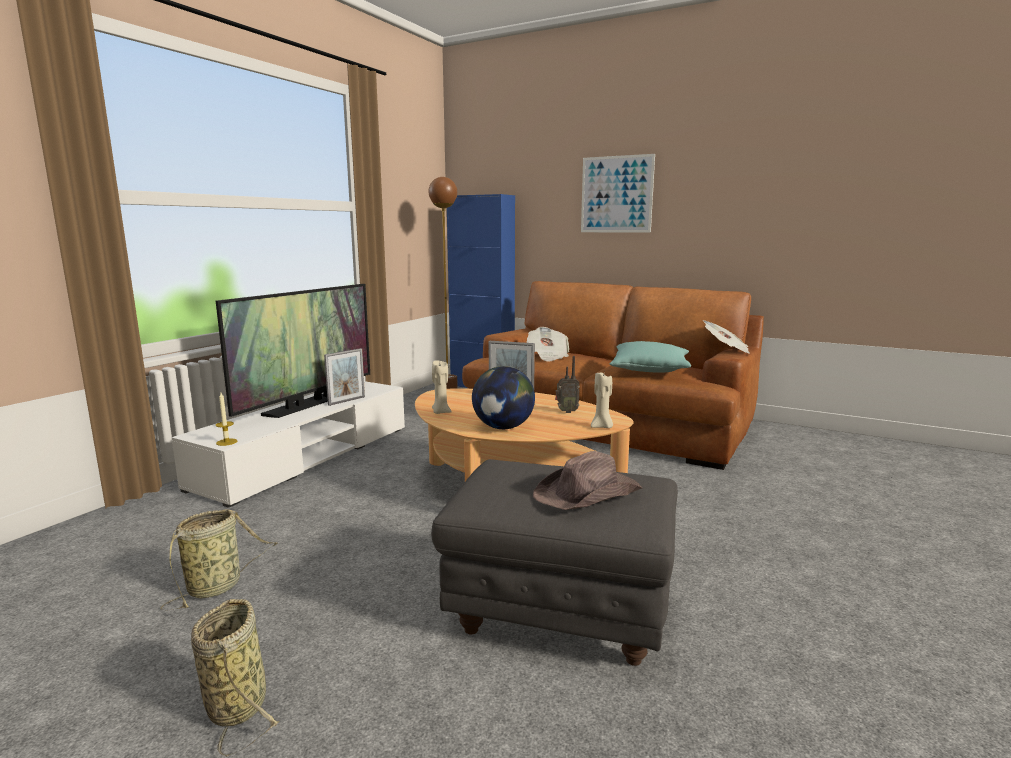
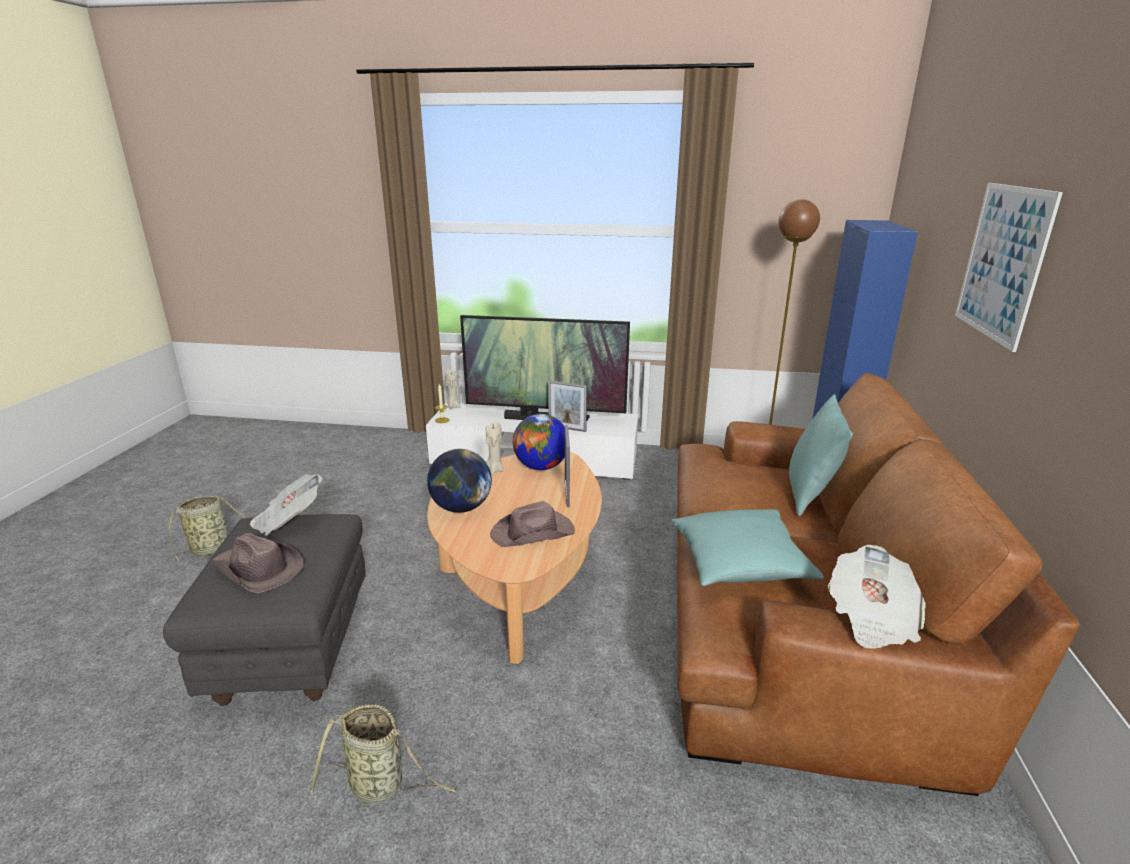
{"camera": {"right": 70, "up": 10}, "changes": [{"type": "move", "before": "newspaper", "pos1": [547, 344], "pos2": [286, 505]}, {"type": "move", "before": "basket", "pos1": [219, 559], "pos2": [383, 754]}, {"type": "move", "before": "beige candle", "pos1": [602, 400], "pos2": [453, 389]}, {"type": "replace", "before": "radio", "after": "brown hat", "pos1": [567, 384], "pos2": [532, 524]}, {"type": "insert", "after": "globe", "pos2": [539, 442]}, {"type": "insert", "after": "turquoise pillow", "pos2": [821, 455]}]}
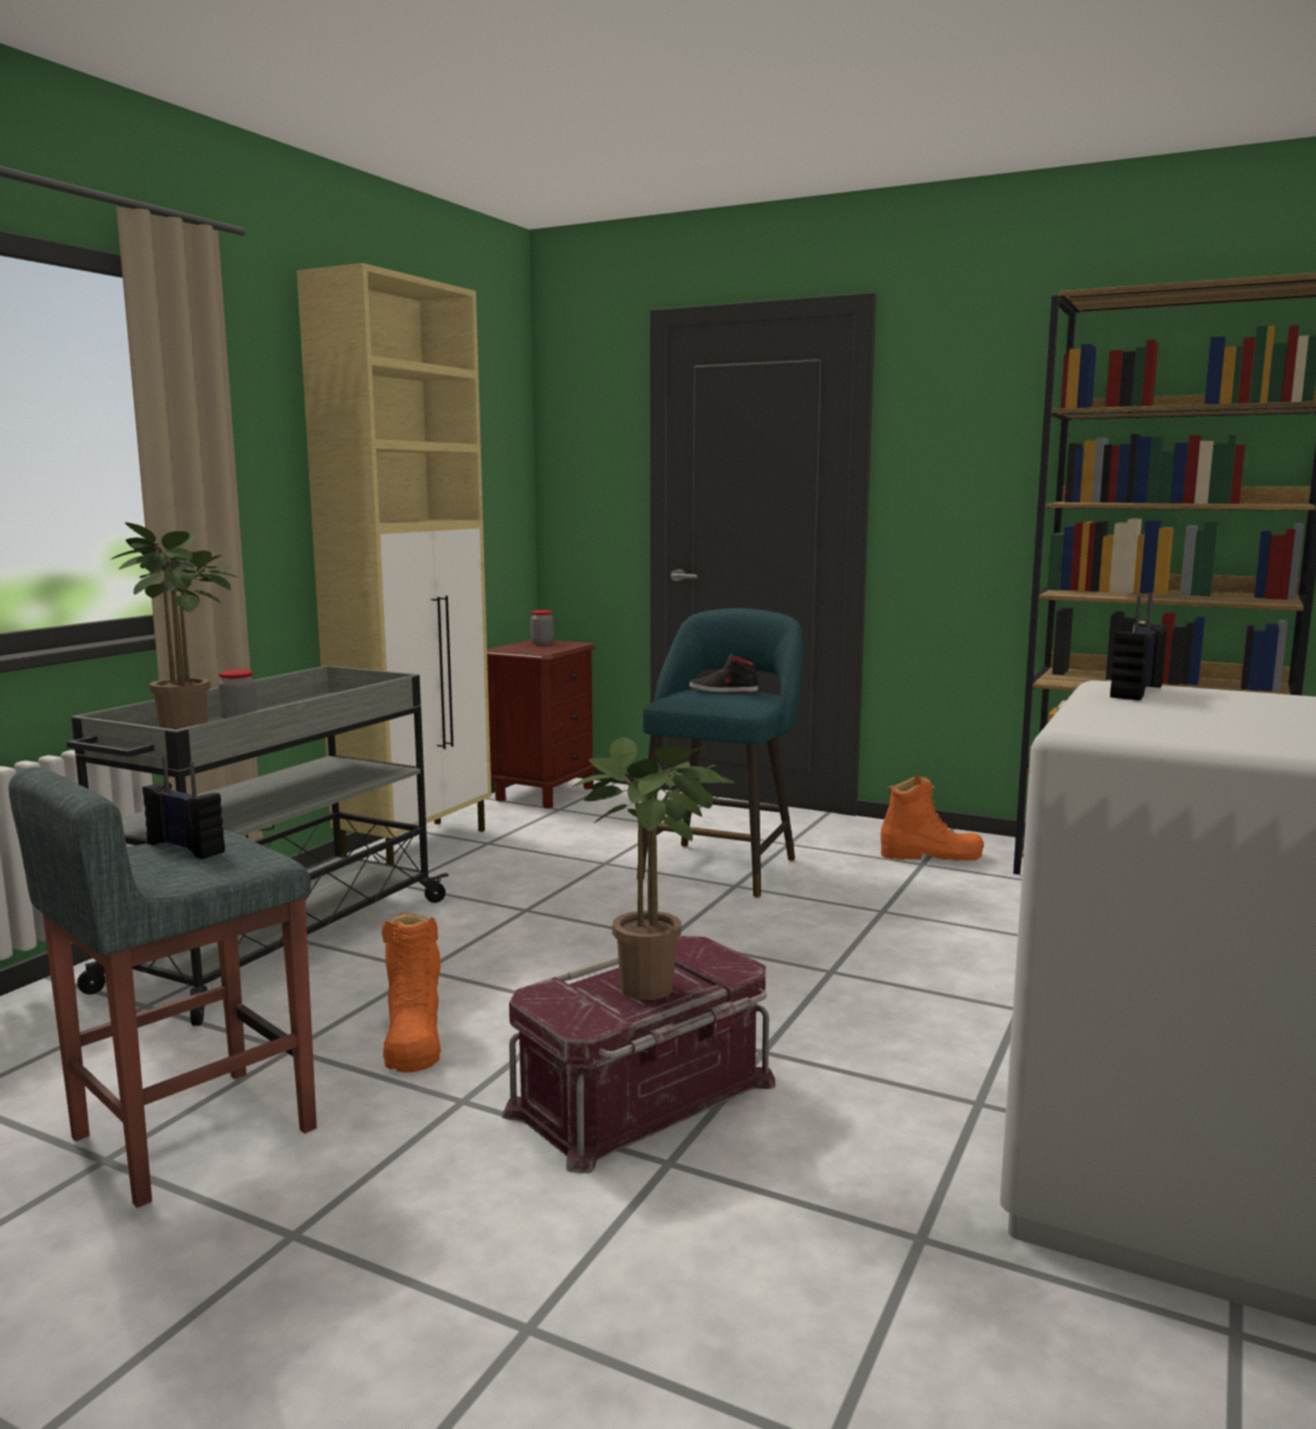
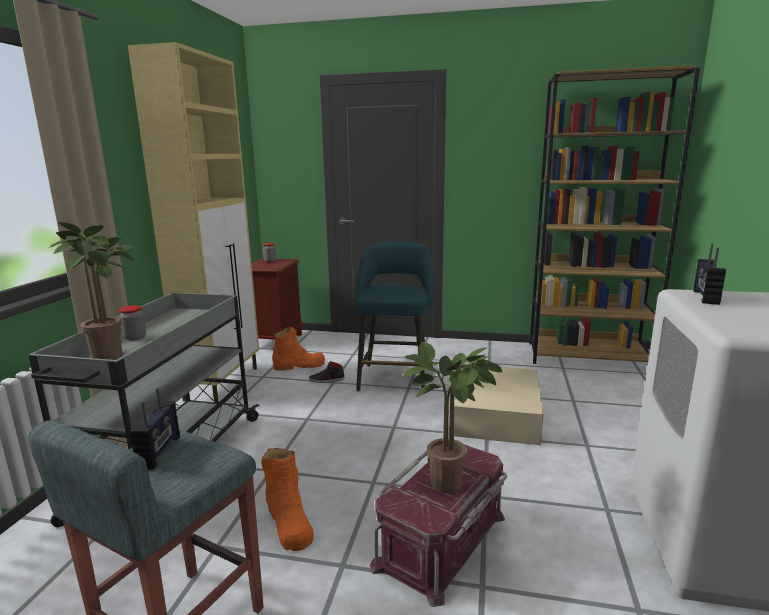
{"camera": {"right": -15, "up": 5}, "changes": [{"type": "rotate", "before": "radio", "pos1": [183, 807], "pos2": [155, 429], "turn": 75}, {"type": "move", "before": "orange boot", "pos1": [932, 818], "pos2": [298, 349]}, {"type": "move", "before": "black shoe", "pos1": [723, 673], "pos2": [326, 372]}, {"type": "insert", "after": "beige storage box", "pos2": [498, 405]}]}
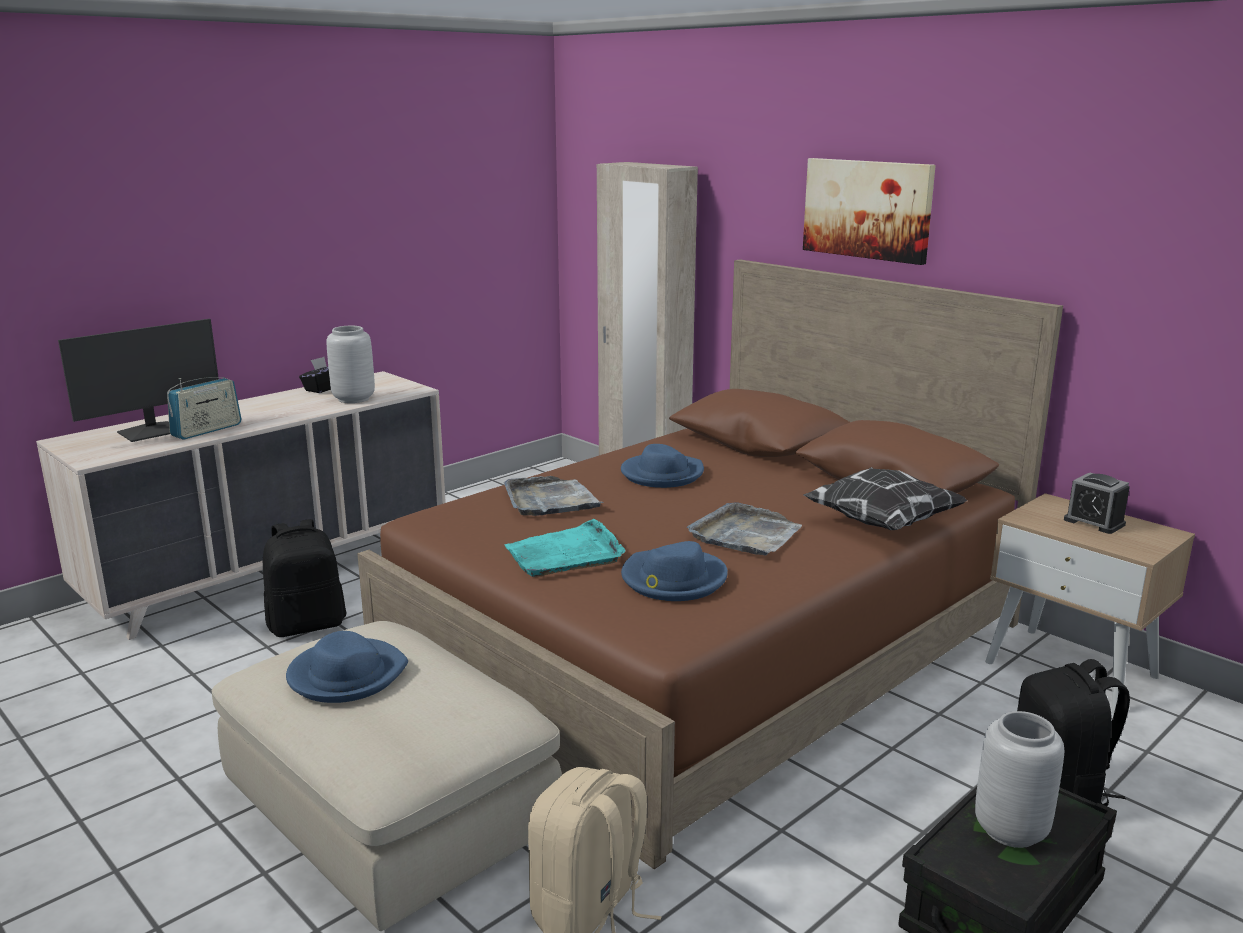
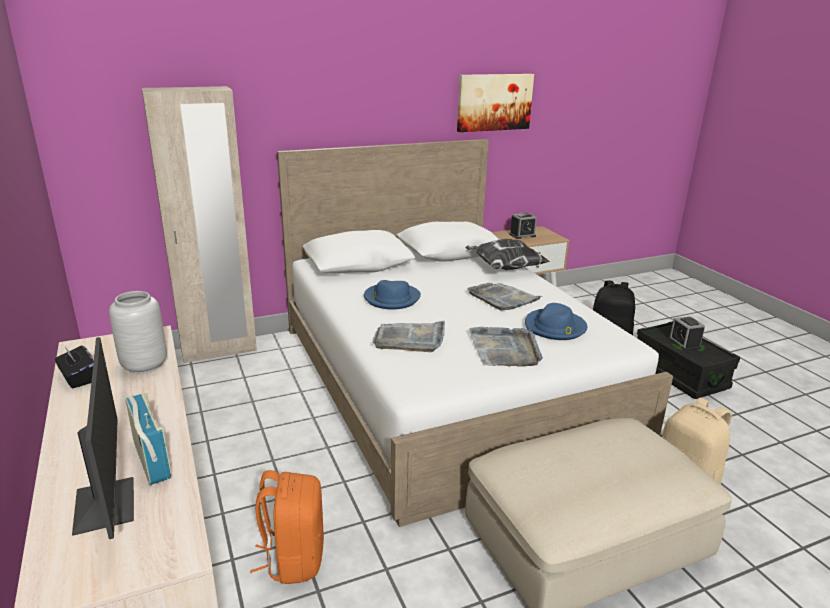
{"camera": {"right": -70, "up": 5}, "changes": [{"type": "recolor", "before": "black backpack", "after": "orange backpack", "pos1": [305, 578], "pos2": [287, 527]}, {"type": "recolor", "before": "brown bed", "after": "white bed", "pos1": [710, 564], "pos2": [475, 333]}, {"type": "move", "before": "picture", "pos1": [869, 211], "pos2": [495, 103]}, {"type": "recolor", "before": "turquoise tray", "after": "grey tray", "pos1": [565, 548], "pos2": [506, 347]}, {"type": "replace", "before": "grey vase", "after": "alarm clock", "pos1": [1019, 779], "pos2": [687, 333]}, {"type": "delete", "before": "blue hat", "pos1": [347, 667]}]}
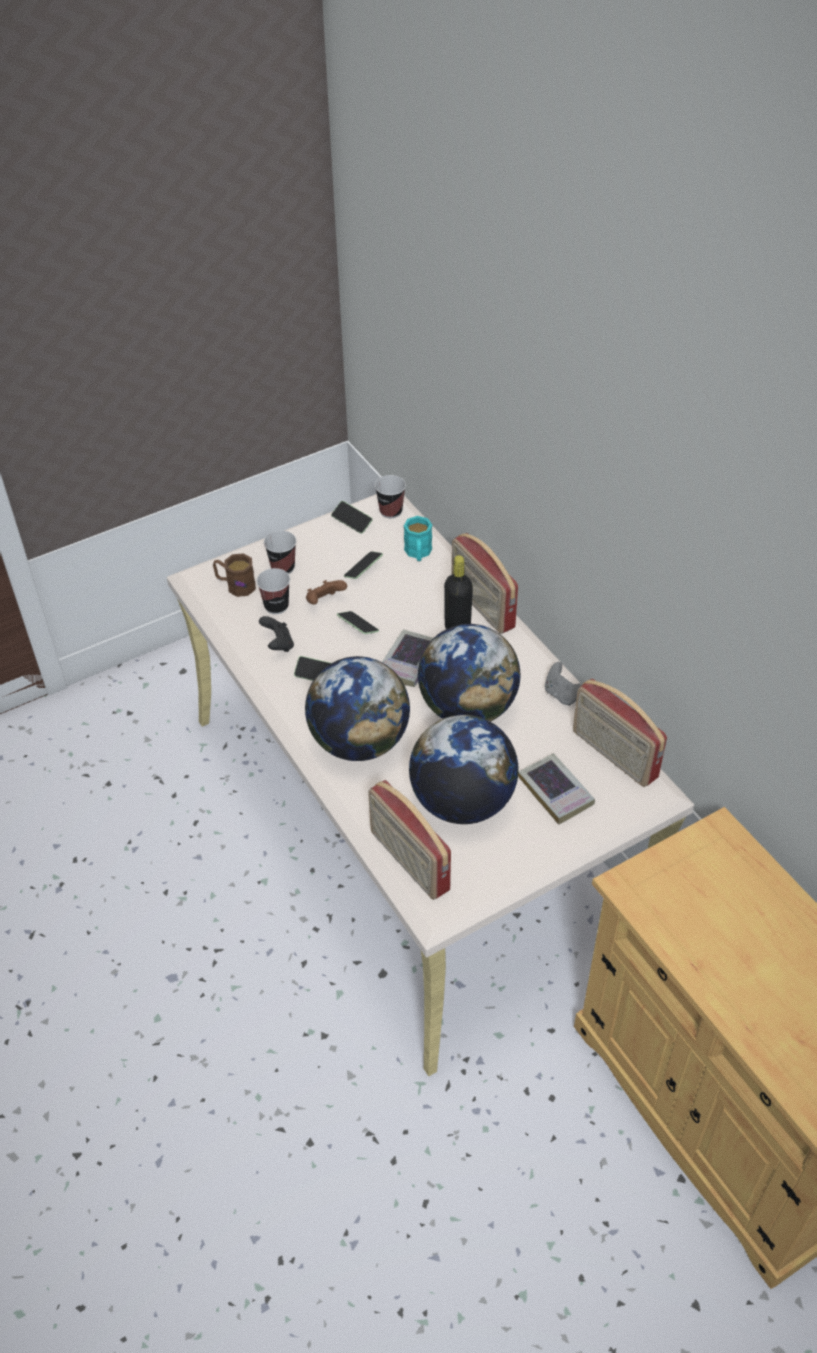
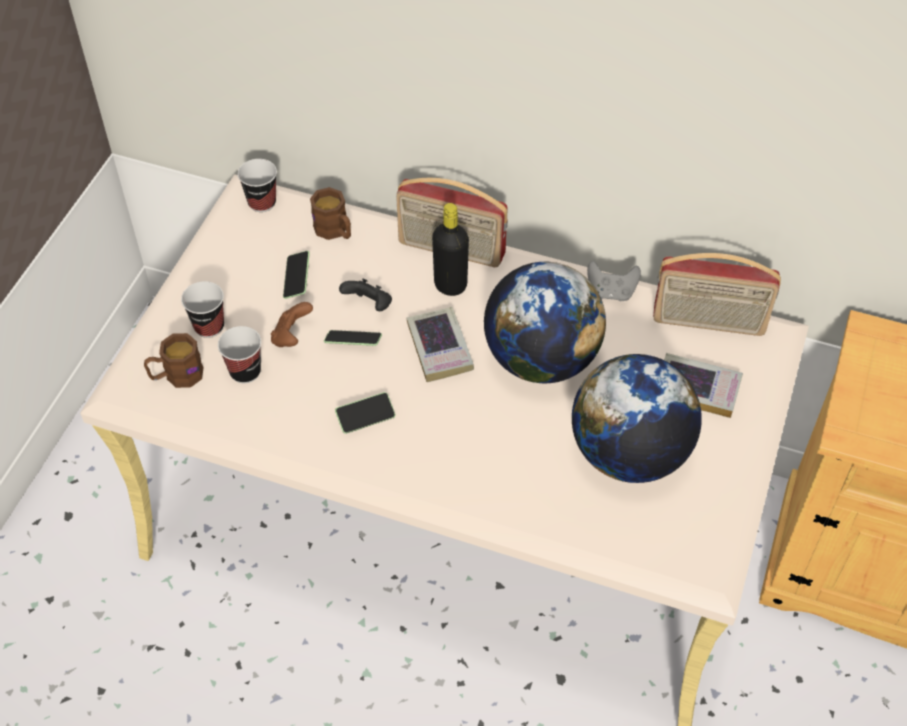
{"camera": {"right": -40, "up": 5}, "changes": [{"type": "recolor", "before": "turquoise mug", "after": "brown mug", "pos1": [418, 538], "pos2": [330, 213]}, {"type": "move", "before": "black game controller", "pos1": [276, 634], "pos2": [365, 295]}, {"type": "delete", "before": "globe", "pos1": [357, 708]}, {"type": "delete", "before": "phone", "pos1": [352, 517]}, {"type": "delete", "before": "radio", "pos1": [409, 840]}]}
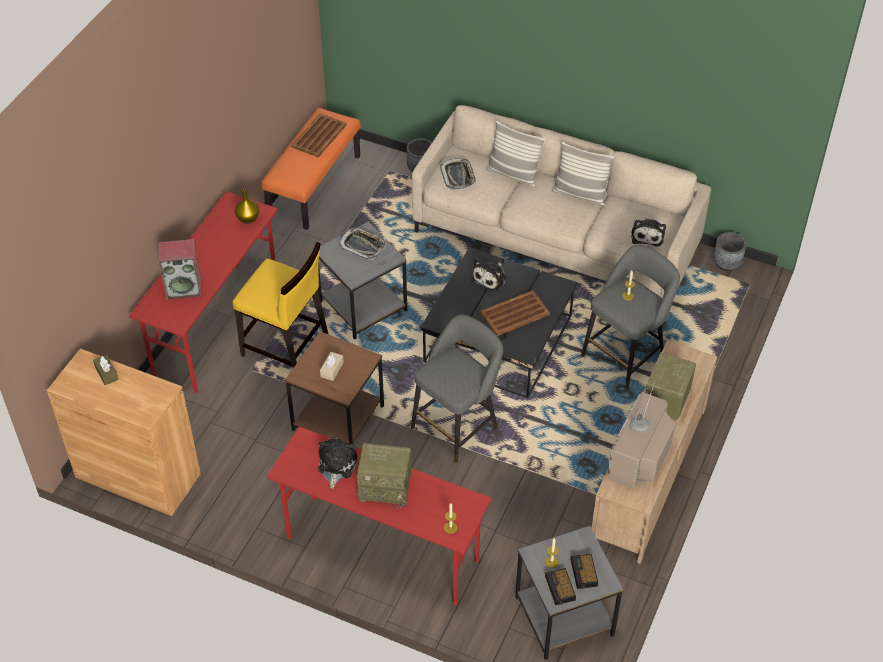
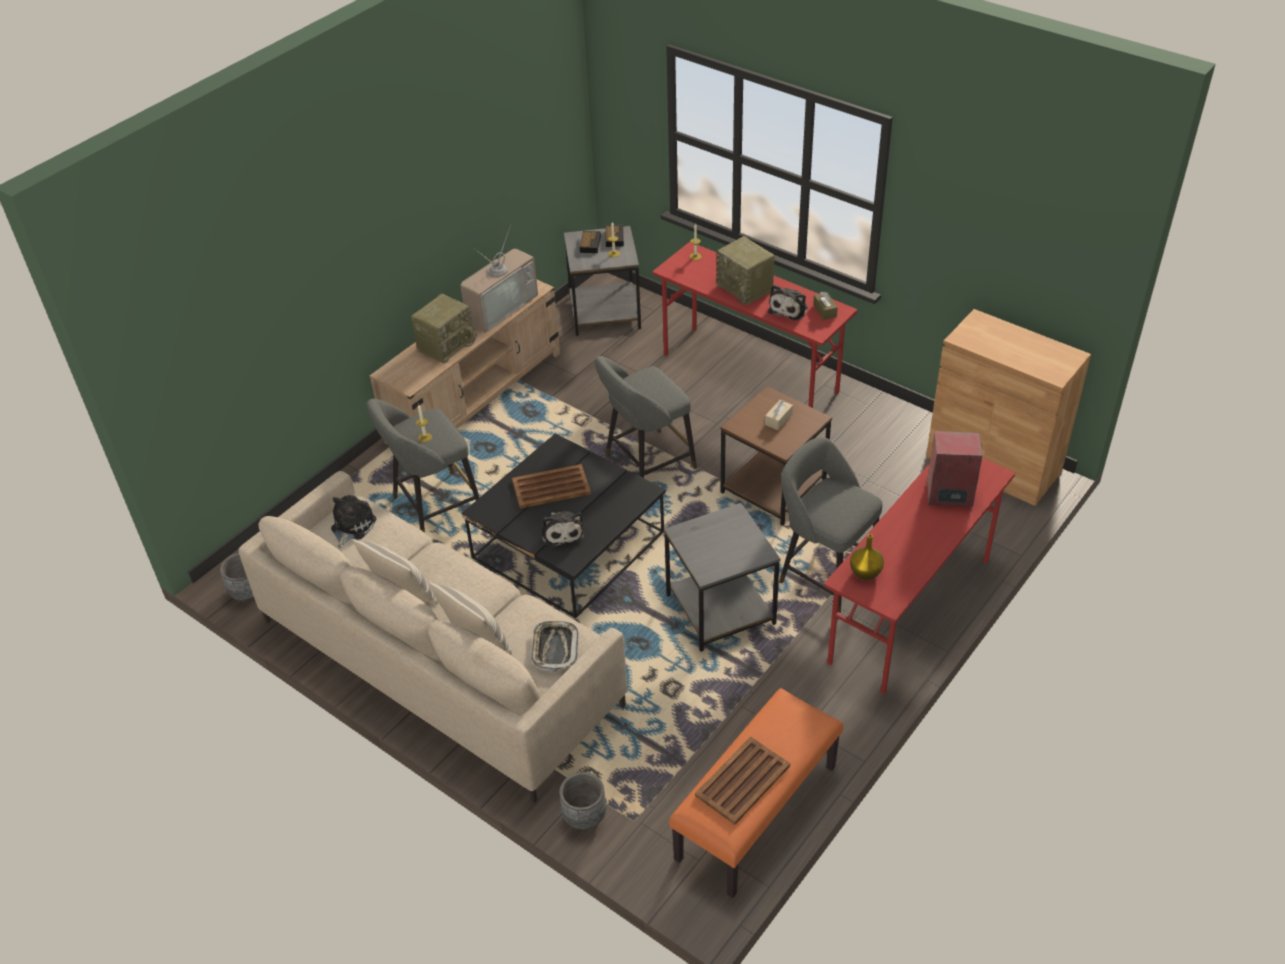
{"camera": {"right": -165, "up": -5}, "changes": [{"type": "rotate", "before": "plush toy", "pos1": [489, 275], "pos2": [563, 529], "turn": 120}, {"type": "rotate", "before": "radio", "pos1": [383, 475], "pos2": [745, 270], "turn": -150}, {"type": "replace", "before": "yellow chair", "after": "grey stool", "pos1": [280, 305], "pos2": [830, 525]}, {"type": "move", "before": "brown tissue box", "pos1": [106, 369], "pos2": [825, 306]}, {"type": "delete", "before": "tray", "pos1": [362, 244]}]}
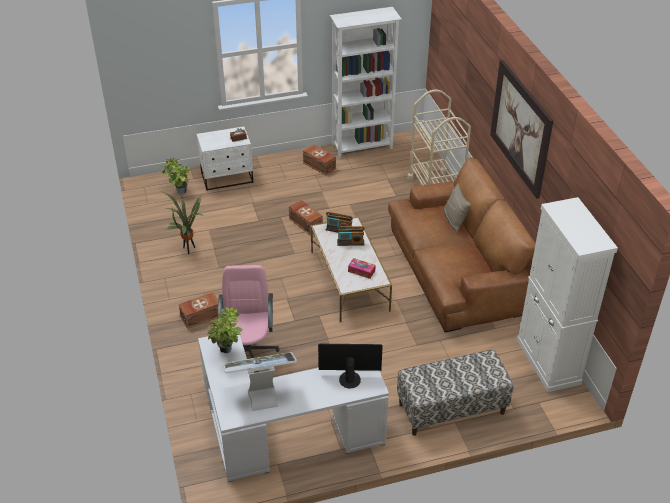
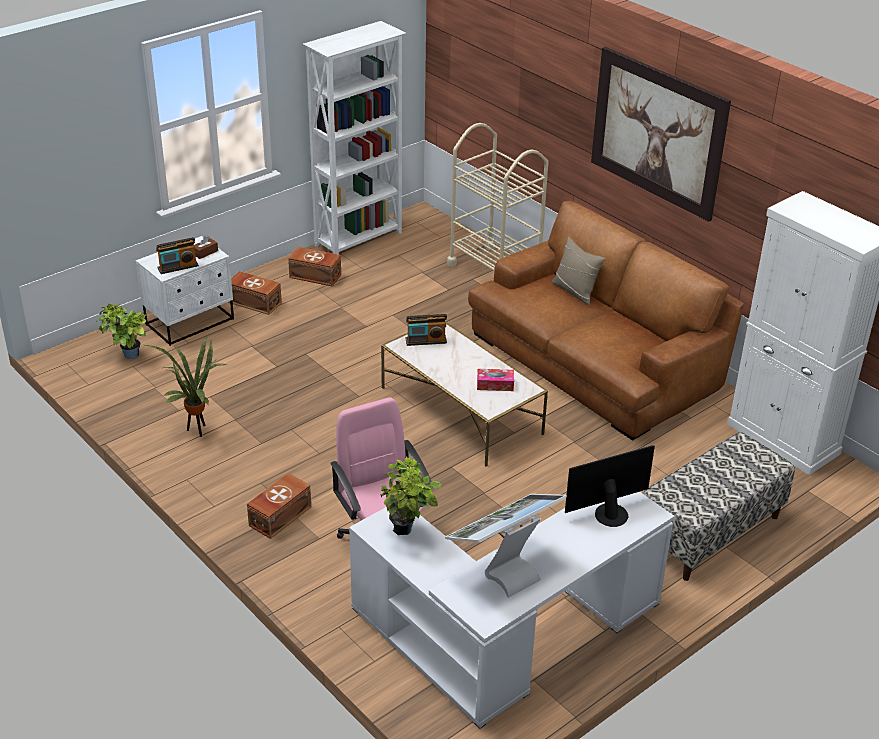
{"camera": {"right": -25, "up": -5}, "changes": [{"type": "move", "before": "radio", "pos1": [351, 236], "pos2": [177, 255]}, {"type": "move", "before": "brown storage box", "pos1": [306, 217], "pos2": [255, 293]}]}
